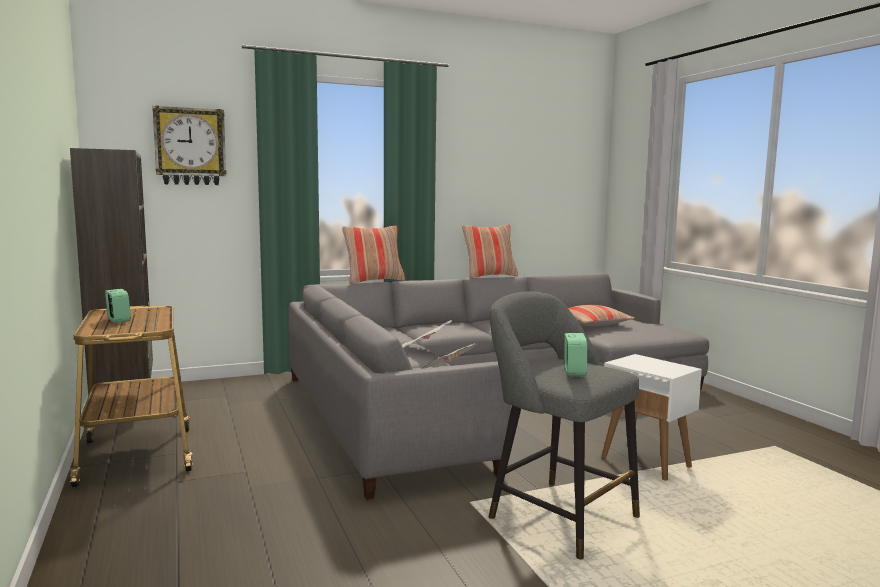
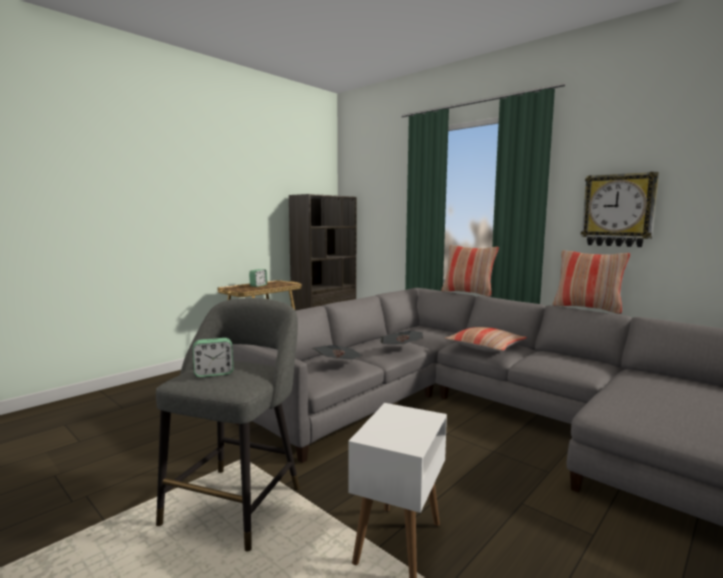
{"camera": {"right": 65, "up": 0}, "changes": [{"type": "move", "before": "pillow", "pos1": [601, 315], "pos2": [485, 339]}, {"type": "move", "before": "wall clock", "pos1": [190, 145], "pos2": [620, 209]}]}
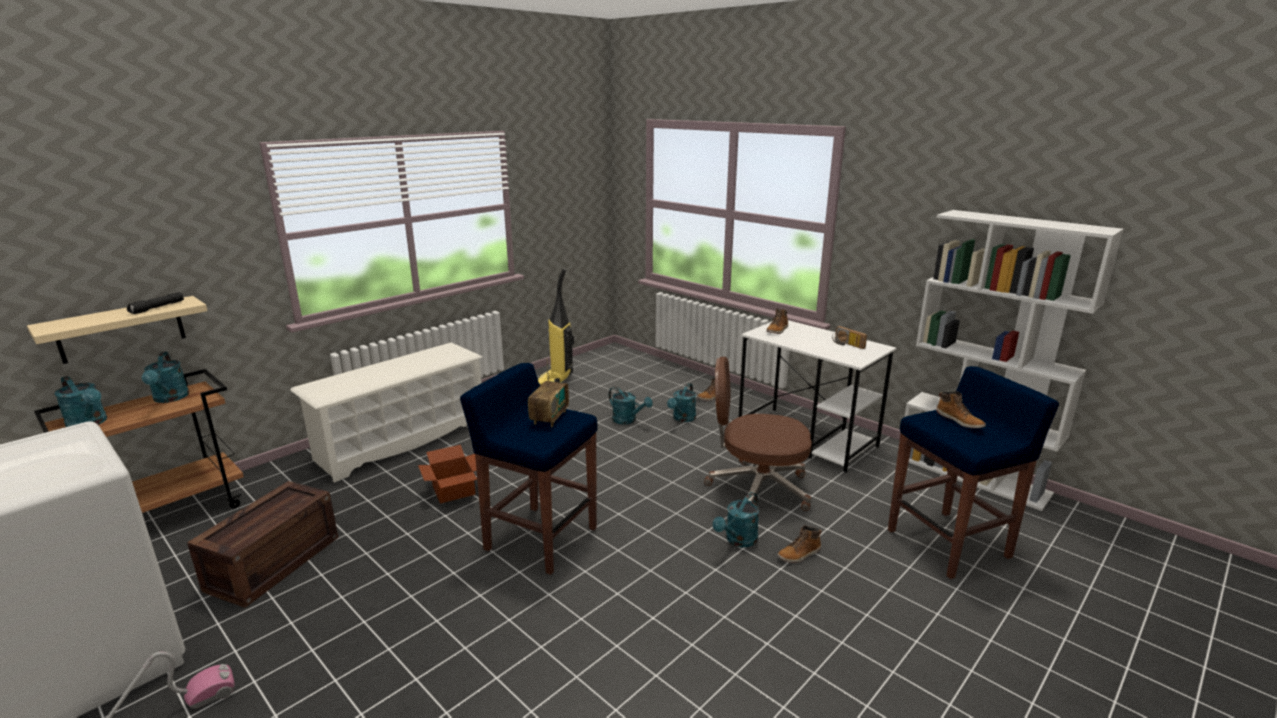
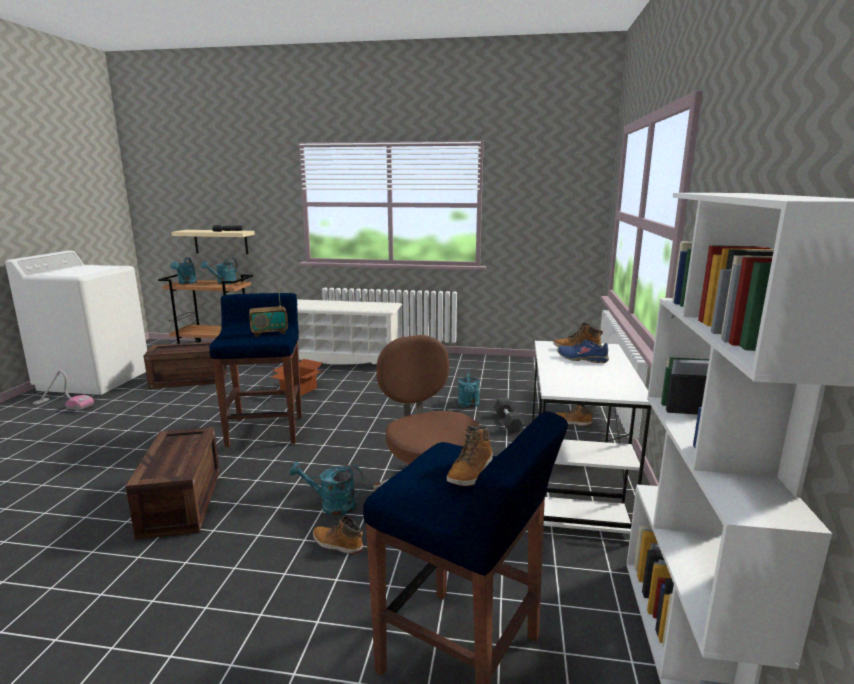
{"camera": {"right": 55, "up": -5}, "changes": [{"type": "insert", "after": "crate", "pos2": [172, 483]}, {"type": "replace", "before": "turquoise watering can", "after": "grey dumbbell", "pos1": [681, 402], "pos2": [509, 415]}, {"type": "insert", "after": "blue shoe", "pos2": [583, 351]}, {"type": "delete", "before": "vacuum cleaner", "pos1": [556, 327]}, {"type": "delete", "before": "radio", "pos1": [849, 337]}]}
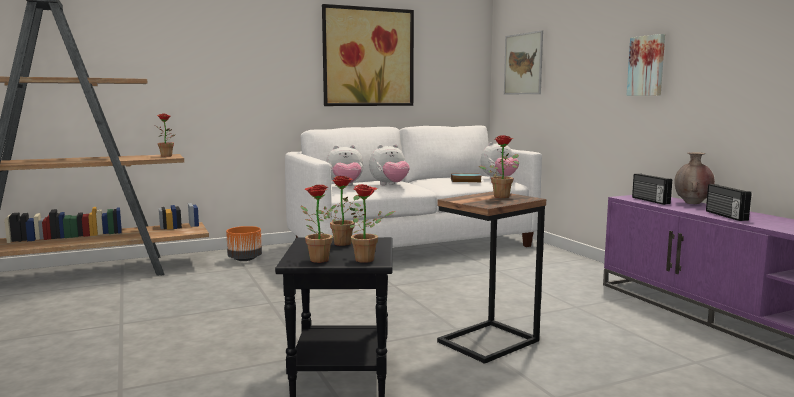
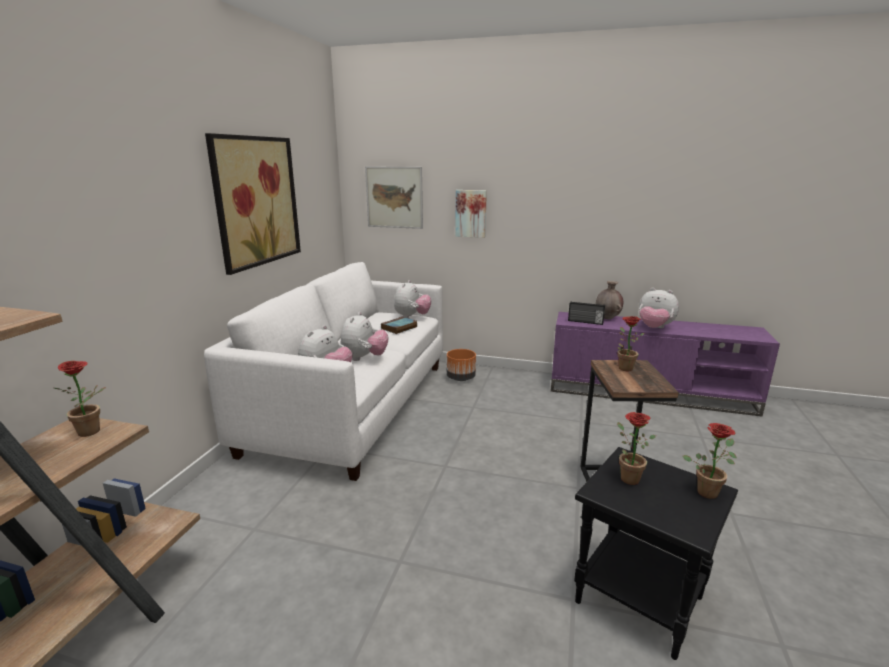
{"camera": {"right": -50, "up": 10}, "changes": [{"type": "move", "before": "orange planter", "pos1": [244, 243], "pos2": [461, 365]}, {"type": "move", "before": "picture", "pos1": [646, 65], "pos2": [471, 214]}, {"type": "replace", "before": "radio", "after": "plush toy", "pos1": [728, 202], "pos2": [659, 308]}, {"type": "delete", "before": "potted plant", "pos1": [318, 224]}]}
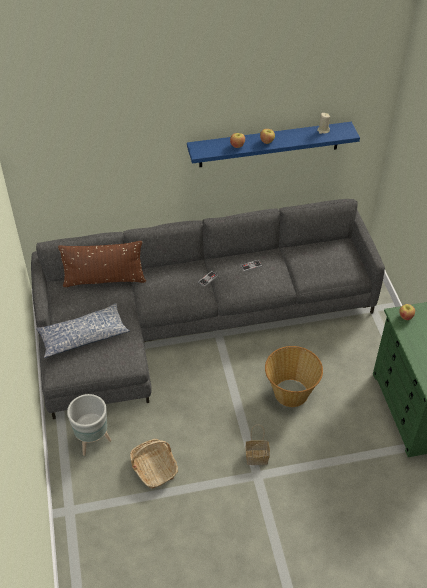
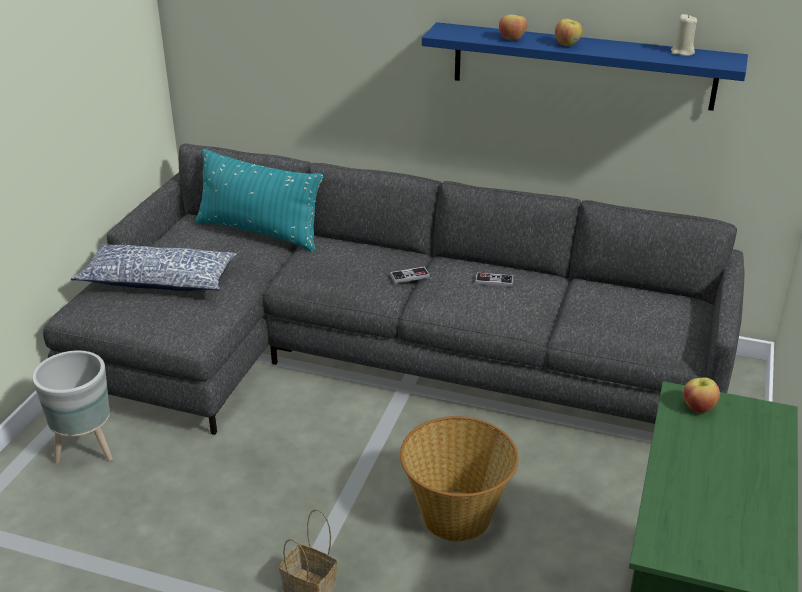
{"camera": {"right": 30, "up": -15}, "changes": [{"type": "recolor", "before": "brown pillow", "after": "turquoise pillow", "pos1": [102, 264], "pos2": [259, 200]}, {"type": "delete", "before": "basket", "pos1": [154, 464]}]}
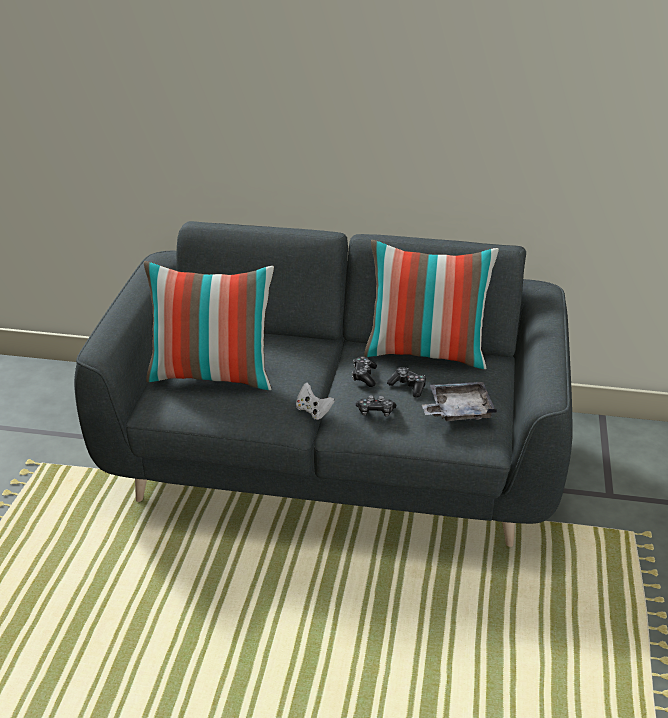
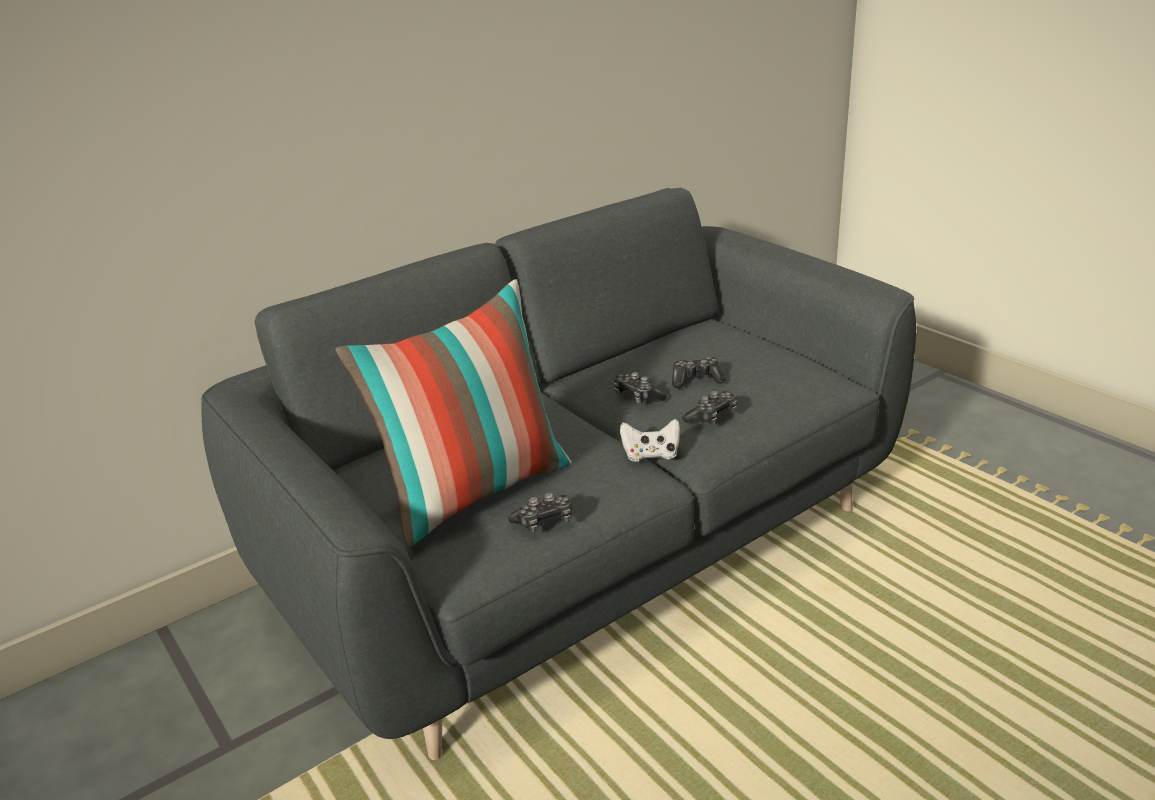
{"camera": {"right": -45, "up": -5}, "changes": [{"type": "insert", "after": "game controller", "pos2": [540, 512]}, {"type": "delete", "before": "pillow", "pos1": [431, 304]}, {"type": "delete", "before": "grey tray", "pos1": [459, 401]}]}
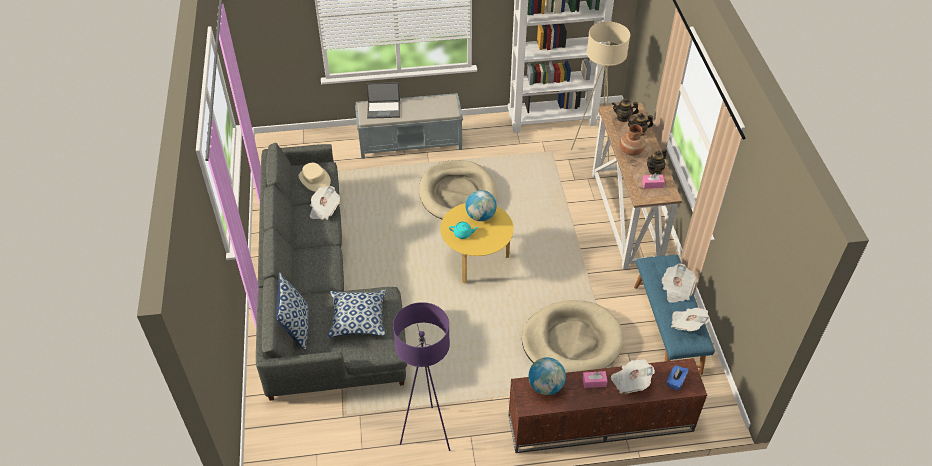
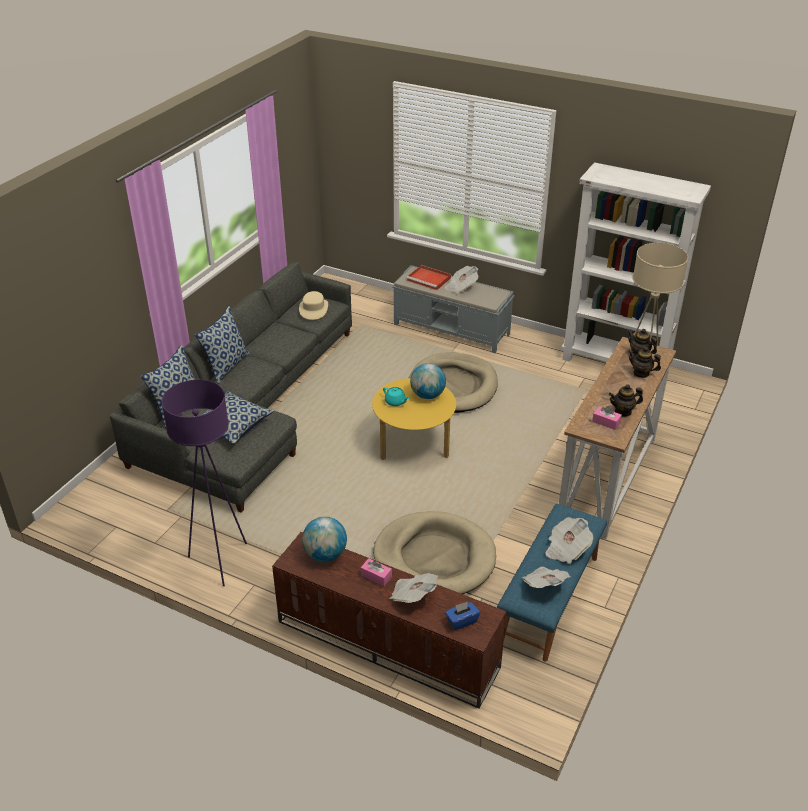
{"camera": {"right": 35, "up": -10}, "changes": [{"type": "insert", "after": "pillow", "pos2": [222, 345]}, {"type": "replace", "before": "laptop", "after": "red tray", "pos1": [383, 100], "pos2": [429, 277]}, {"type": "move", "before": "newspaper", "pos1": [325, 203], "pos2": [461, 280]}, {"type": "delete", "before": "brown vase", "pos1": [633, 140]}]}
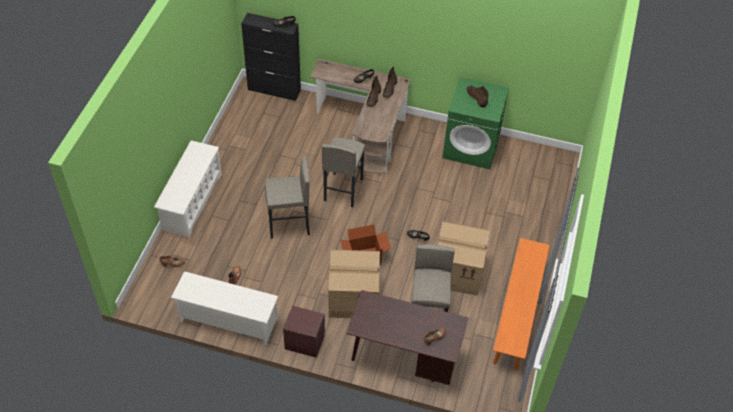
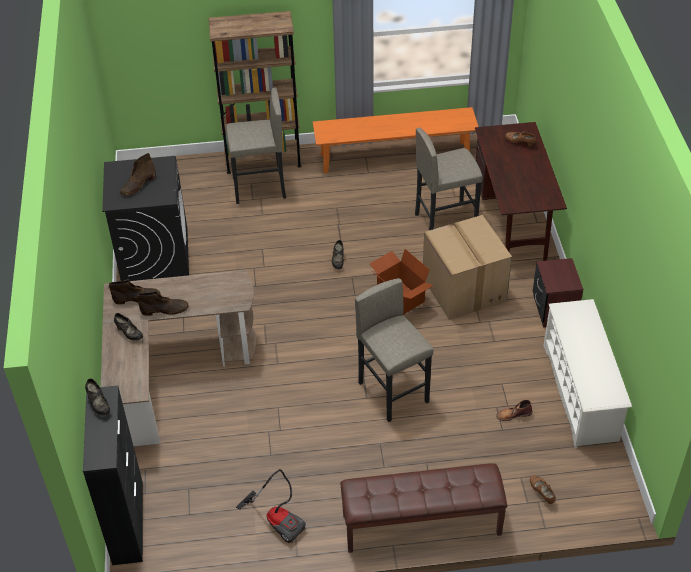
{"camera": {"right": -110, "up": -5}, "changes": [{"type": "recolor", "before": "green washing machine", "after": "black washing machine", "pos1": [475, 123], "pos2": [145, 218]}, {"type": "insert", "after": "brown bookcase", "pos2": [255, 92]}, {"type": "move", "before": "grey stool", "pos1": [343, 172], "pos2": [256, 145]}, {"type": "insert", "after": "vacuum cleaner", "pos2": [271, 506]}, {"type": "replace", "before": "white shoe rack", "after": "brown bench", "pos1": [188, 189], "pos2": [423, 508]}, {"type": "delete", "before": "cardboard box", "pos1": [464, 258]}]}
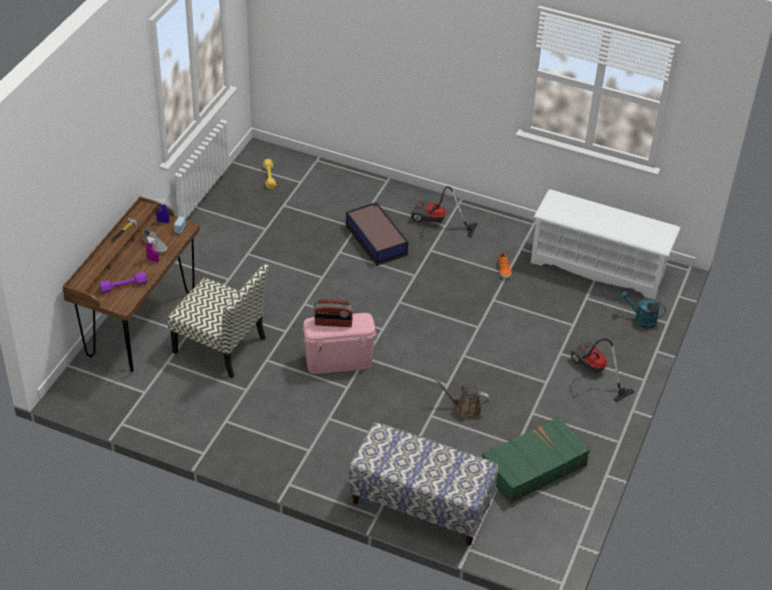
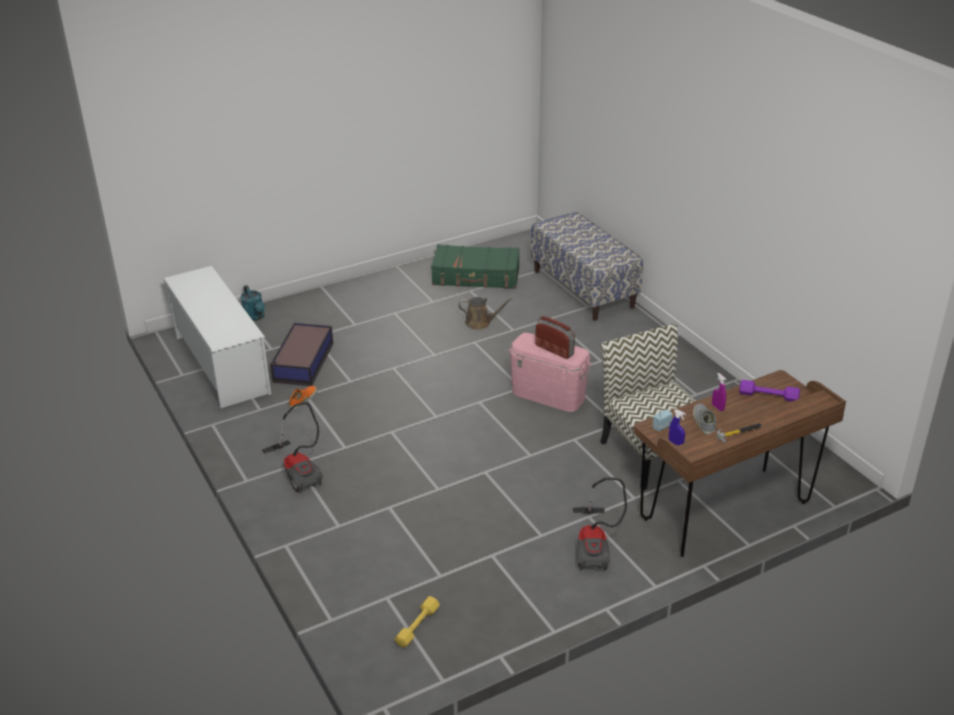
{"camera": {"right": -140, "up": -10}, "changes": [{"type": "move", "before": "storage box", "pos1": [377, 234], "pos2": [301, 354]}, {"type": "rotate", "before": "brown watering can", "pos1": [462, 399], "pos2": [485, 313], "turn": -45}, {"type": "move", "before": "vacuum cleaner", "pos1": [603, 370], "pos2": [600, 523]}]}
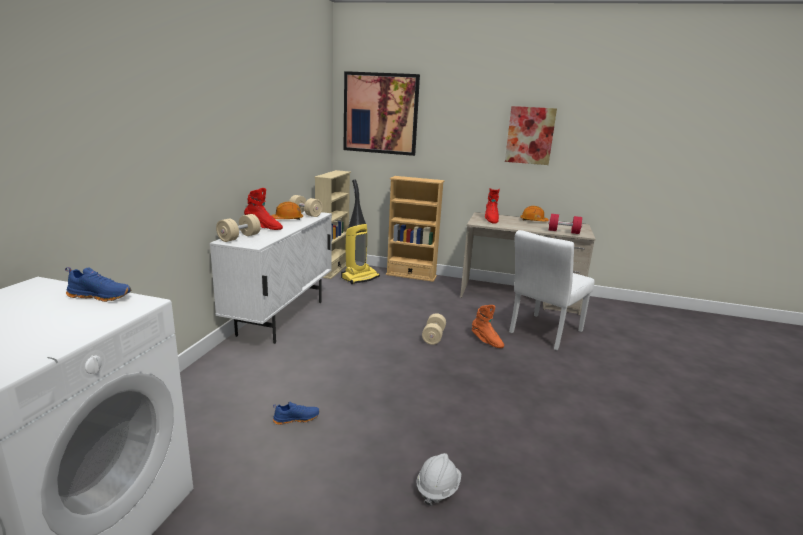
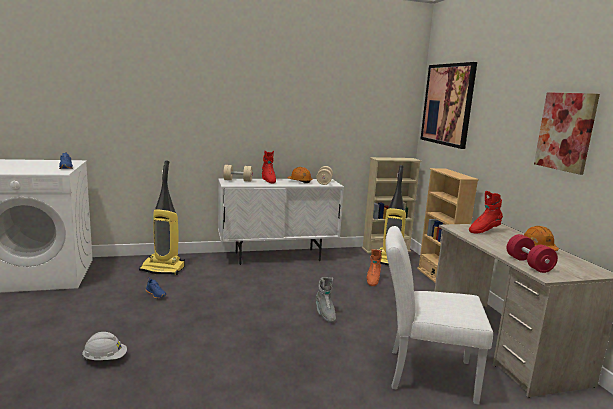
{"camera": {"right": 60, "up": -5}, "changes": [{"type": "insert", "after": "vacuum cleaner", "pos2": [162, 218]}, {"type": "replace", "before": "beige dumbbell", "after": "grey boot", "pos1": [434, 329], "pos2": [326, 300]}, {"type": "move", "before": "orange boot", "pos1": [488, 326], "pos2": [374, 267]}]}
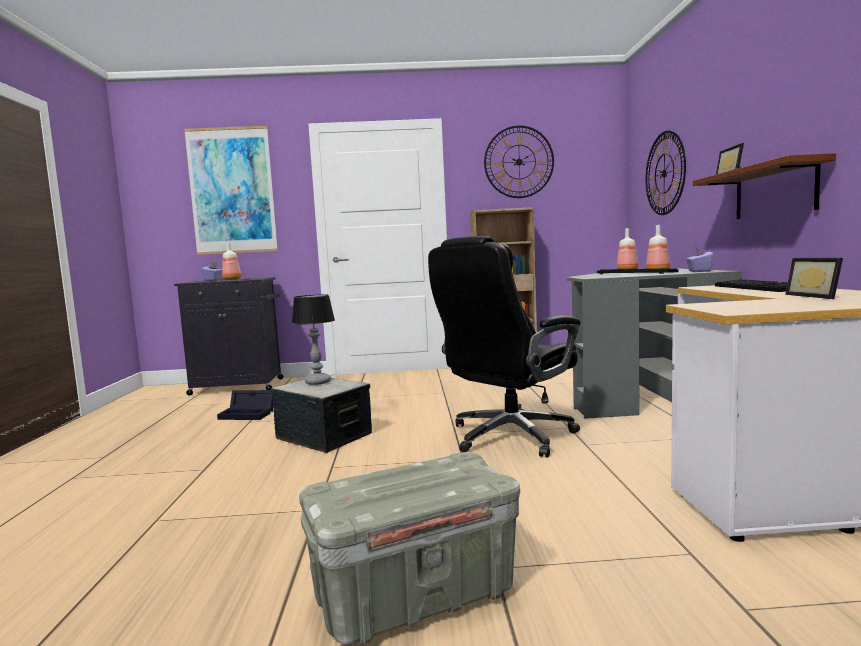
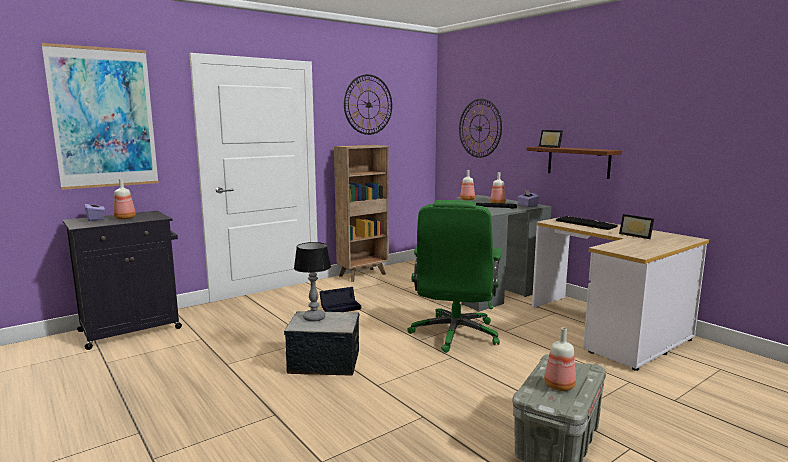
{"camera": {"right": -35, "up": 5}, "changes": [{"type": "move", "before": "black storage box", "pos1": [245, 405], "pos2": [340, 299]}, {"type": "recolor", "before": "black office chair", "after": "green office chair", "pos1": [504, 347], "pos2": [454, 276]}, {"type": "insert", "after": "bottle", "pos2": [560, 359]}]}
